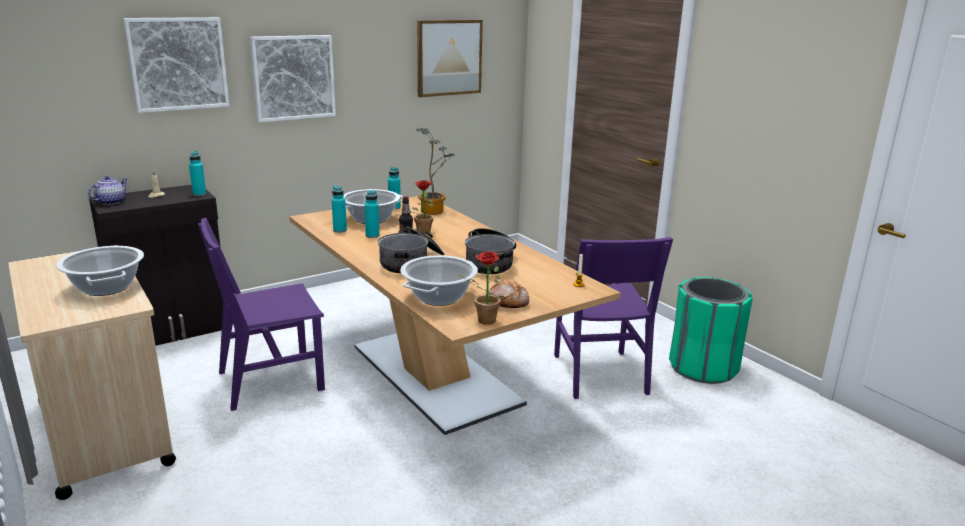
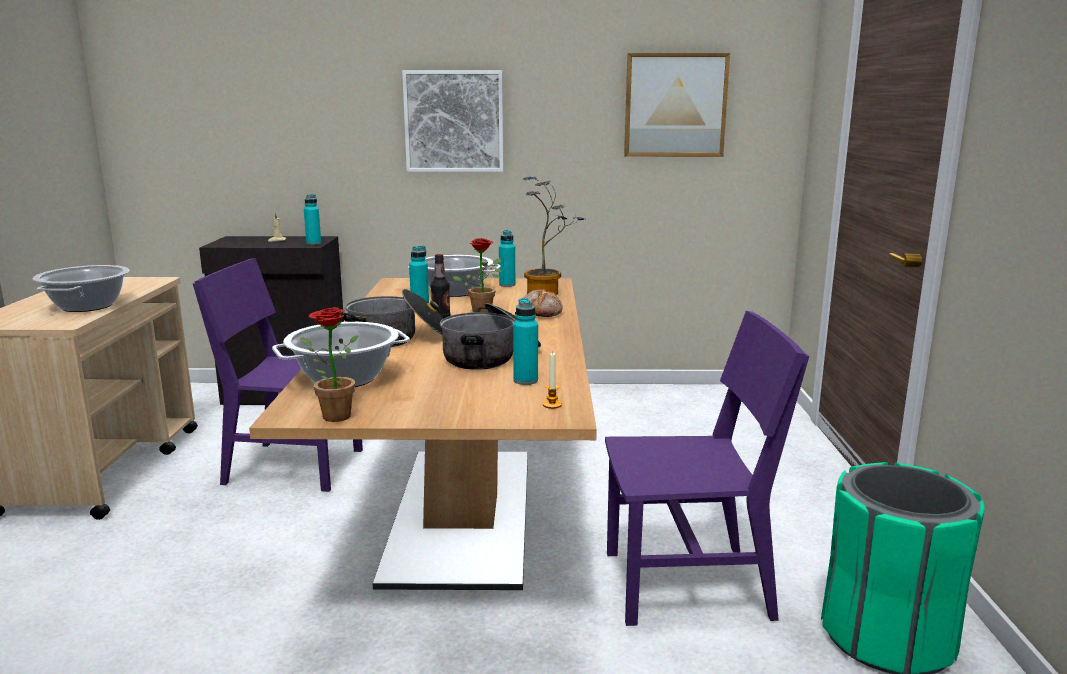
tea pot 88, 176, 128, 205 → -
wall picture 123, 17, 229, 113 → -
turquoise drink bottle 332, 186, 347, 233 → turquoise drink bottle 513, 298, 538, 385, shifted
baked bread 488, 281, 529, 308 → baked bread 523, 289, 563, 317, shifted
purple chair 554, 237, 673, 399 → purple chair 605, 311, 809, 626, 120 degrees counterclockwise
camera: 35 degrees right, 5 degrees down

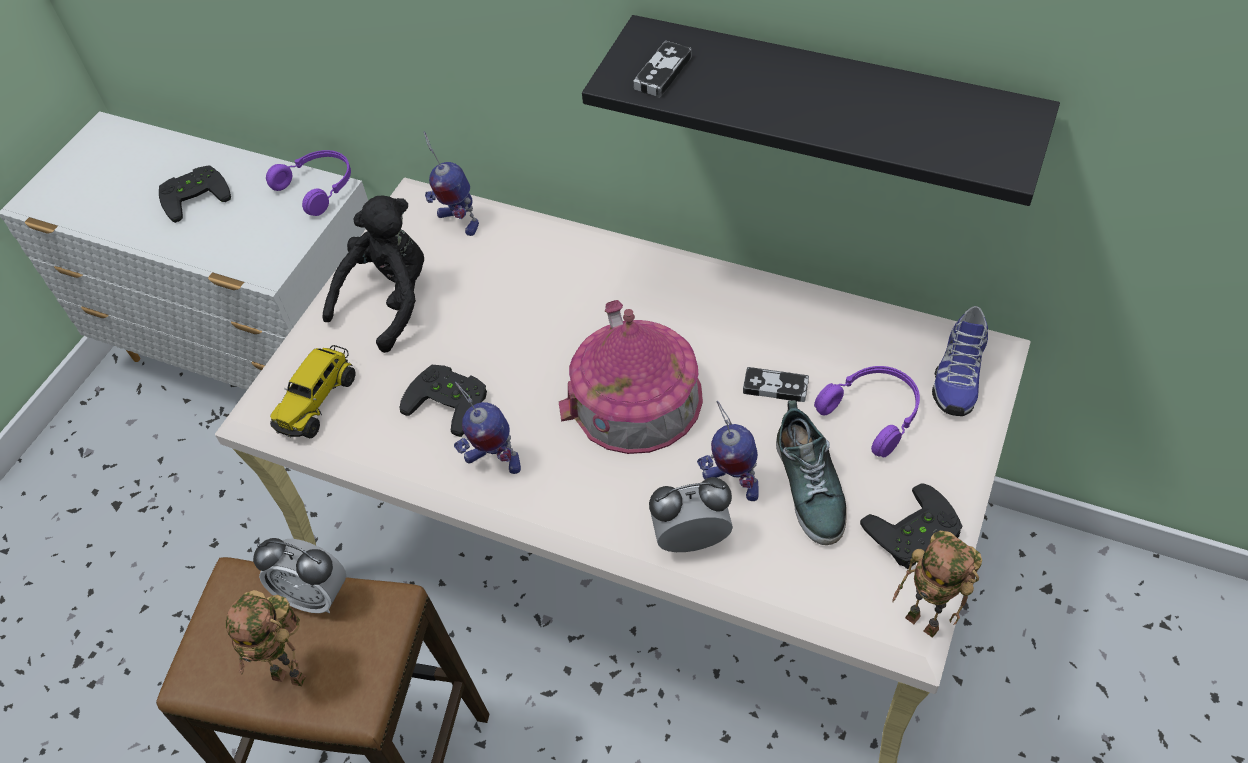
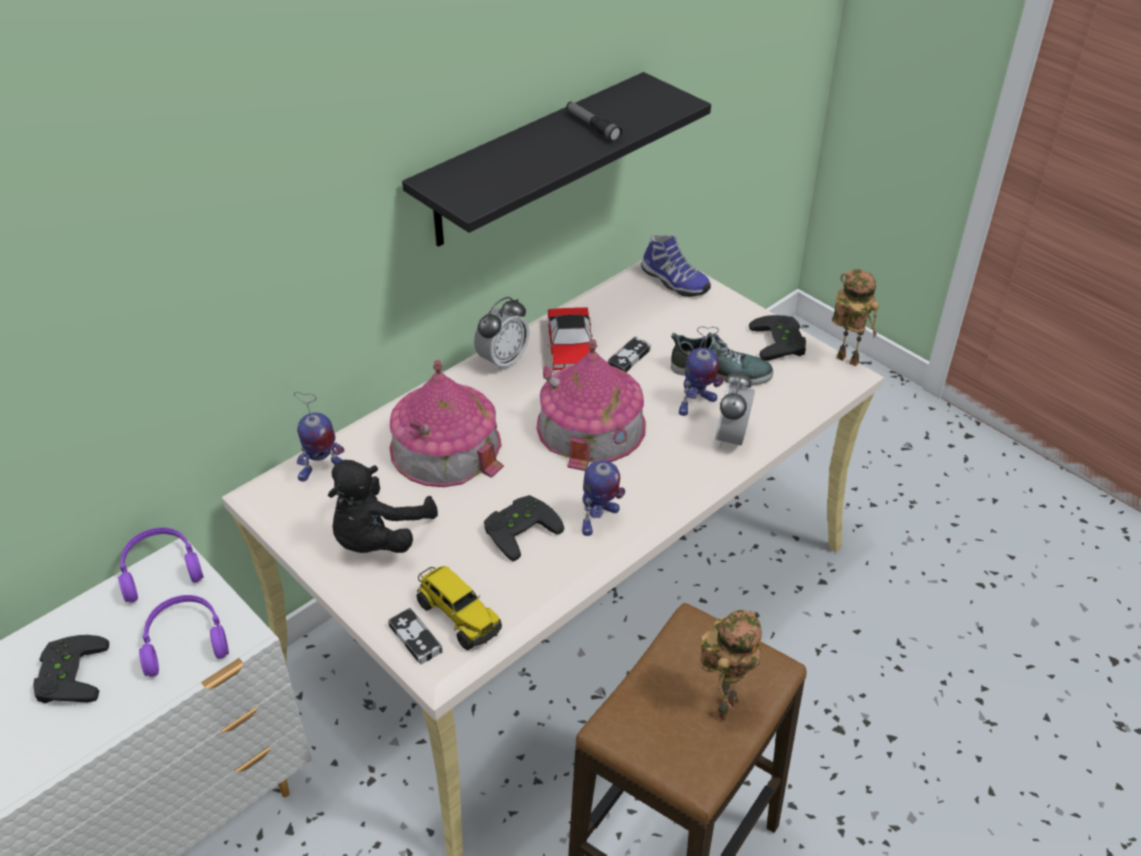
- → miniature house 389, 360, 504, 487
- → miniature car 548, 307, 597, 375
- → torch 566, 102, 622, 142
alarm clock 253, 538, 346, 613 → alarm clock 474, 297, 529, 372, shifted
gamepad 633, 41, 692, 98 → gamepad 388, 608, 443, 664, shifted
purple headphones 814, 366, 920, 458 → purple headphones 139, 595, 229, 677, shifted
blackish soft toy 323, 196, 424, 353 → blackish soft toy 328, 460, 438, 553, 120 degrees counterclockwise
model robot 892, 531, 982, 638 → model robot 832, 269, 879, 366, 120 degrees counterclockwise
camera: 70 degrees left, 10 degrees down

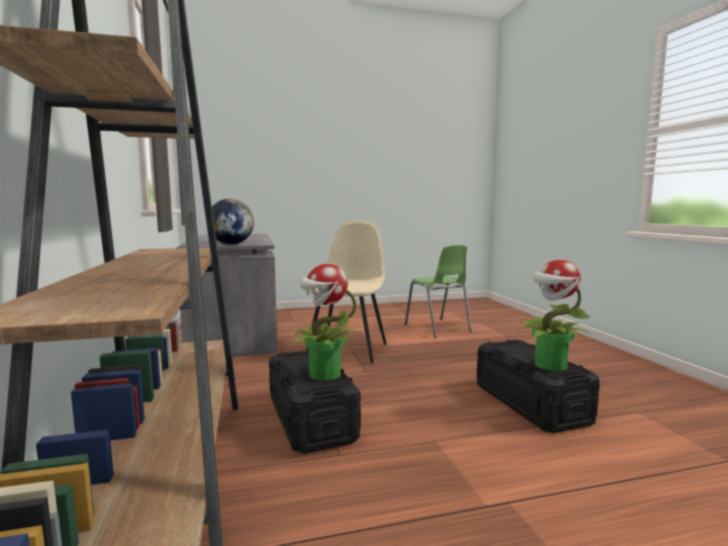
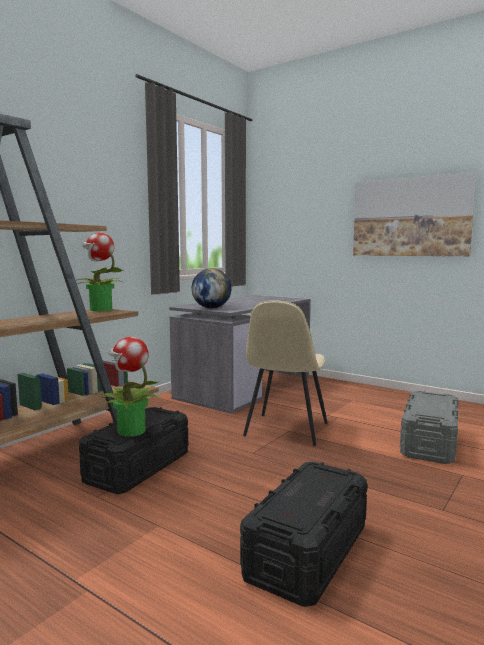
- → wall picture 353, 172, 476, 256
potted plant 516, 260, 591, 371 → potted plant 78, 233, 124, 311, shifted
greenish chair 405, 245, 472, 338 → grey storage bin 400, 391, 459, 464
beige-coloured chair 306, 221, 387, 363 → beige-coloured chair 243, 300, 328, 446, 135 degrees clockwise
camera: 50 degrees right, 0 degrees up

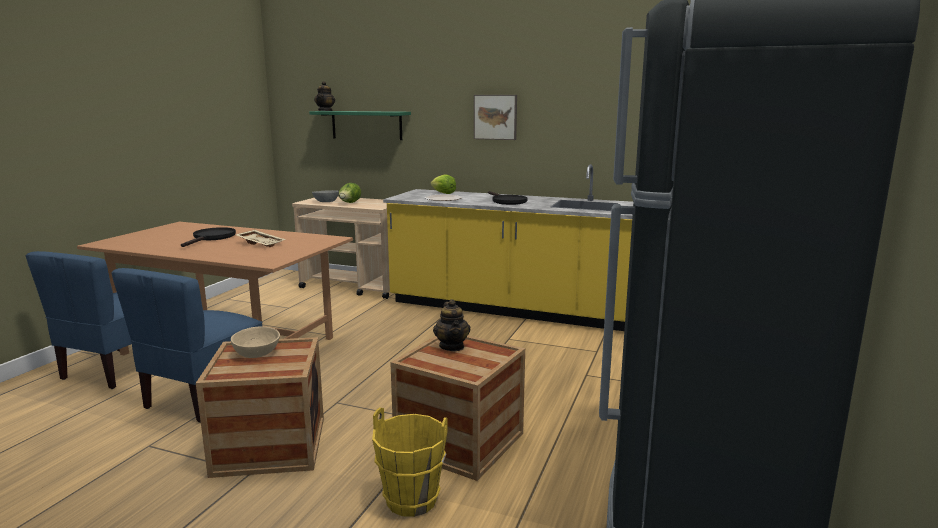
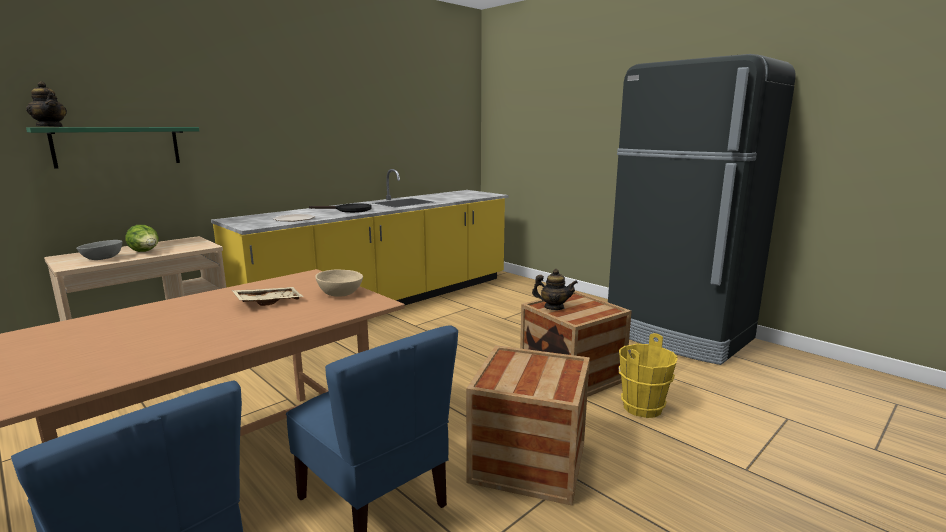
blackish frying pan 181, 227, 236, 247 → -
lettuce head 431, 174, 456, 194 → -
wall picture 474, 95, 517, 140 → -
beige-coloured bowl 231, 326, 280, 358 → beige-coloured bowl 315, 269, 363, 297, shifted
camera: 65 degrees left, 0 degrees up

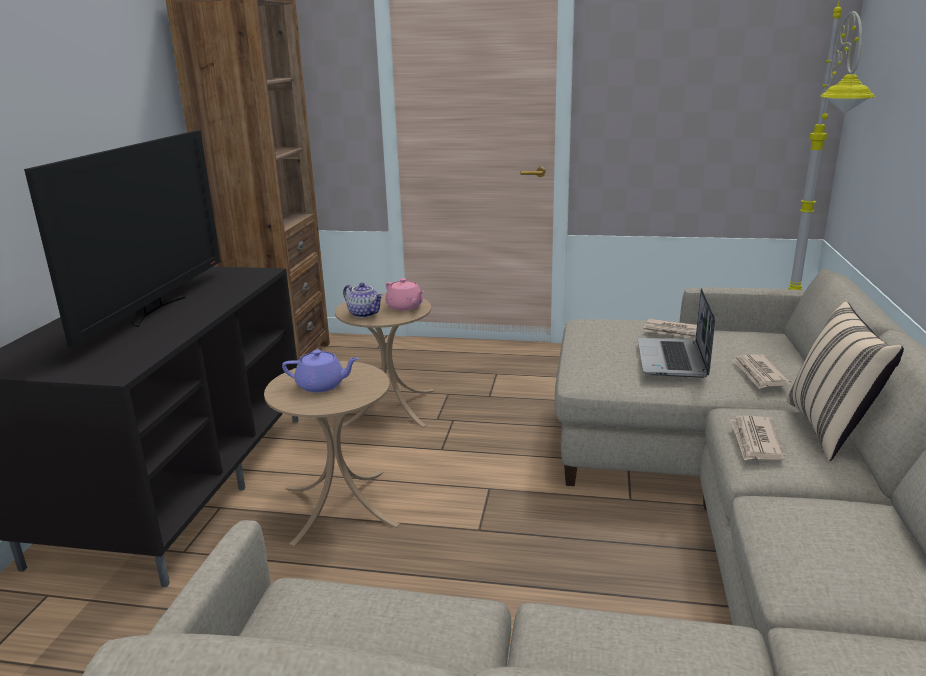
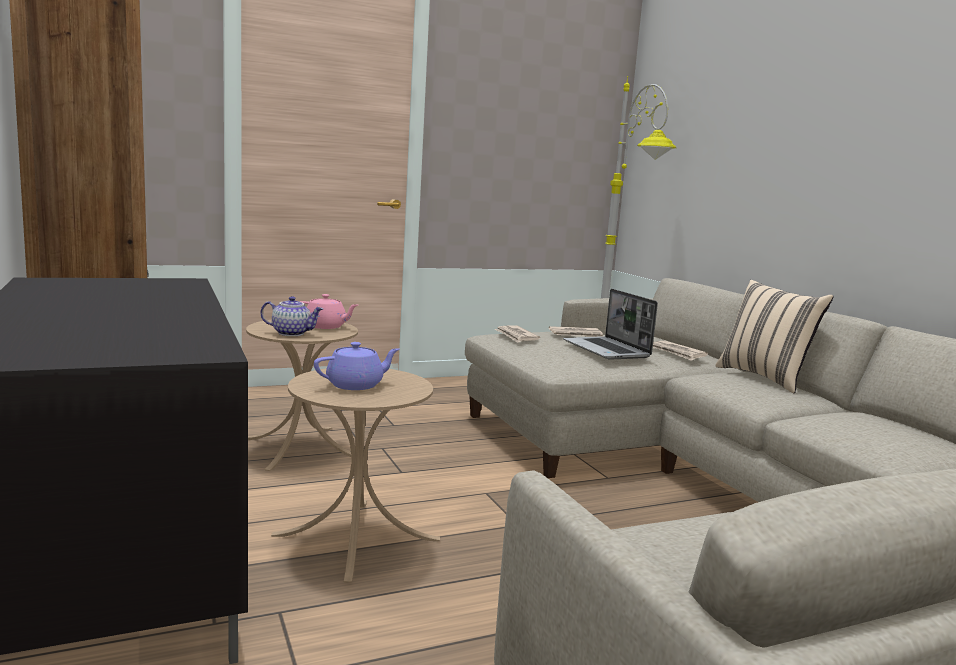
TV set 24, 130, 221, 348 → -
daily paper 730, 416, 786, 461 → daily paper 495, 325, 540, 343, shifted
camera: 35 degrees left, 10 degrees down

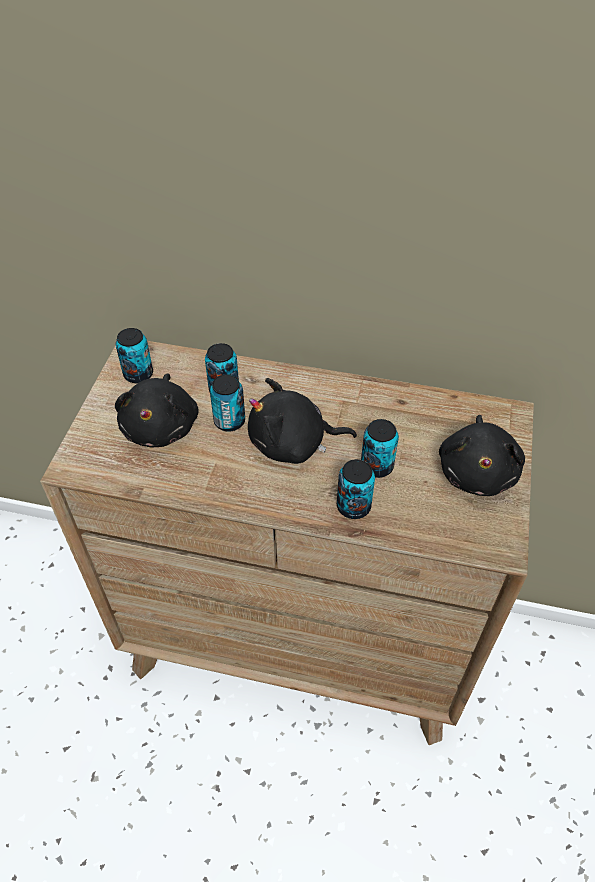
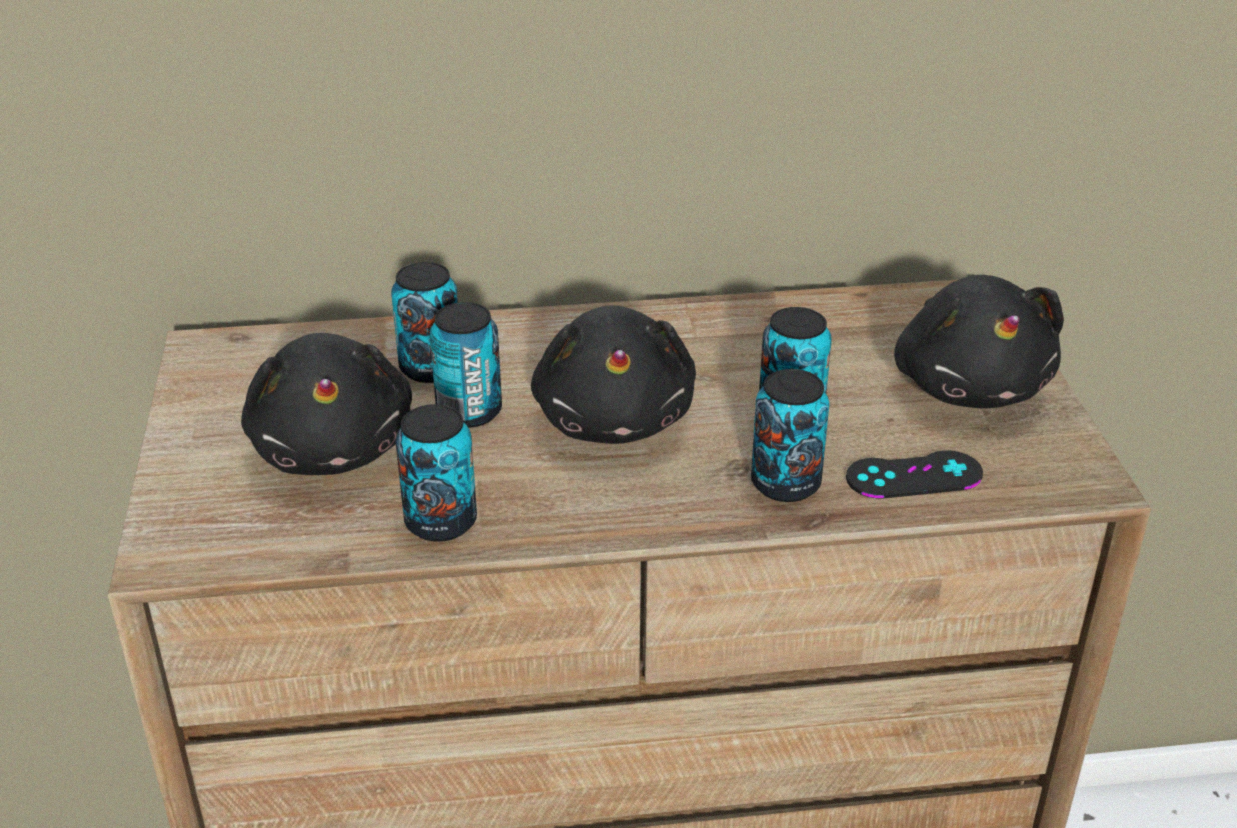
- → blackish gamepad 846, 450, 983, 499
can 115, 328, 153, 383 → can 395, 404, 477, 542, shifted
blackish soft toy 248, 378, 357, 464 → blackish soft toy 531, 305, 696, 444, 75 degrees counterclockwise
camera: 20 degrees left, 15 degrees down

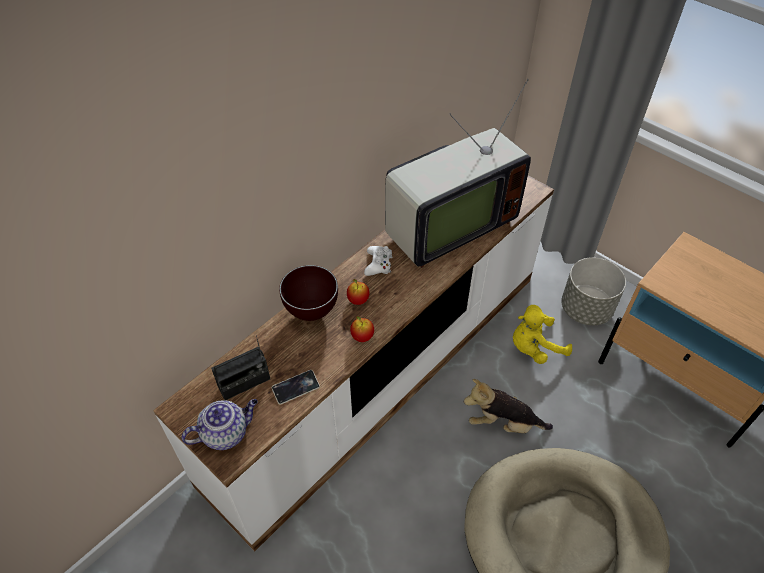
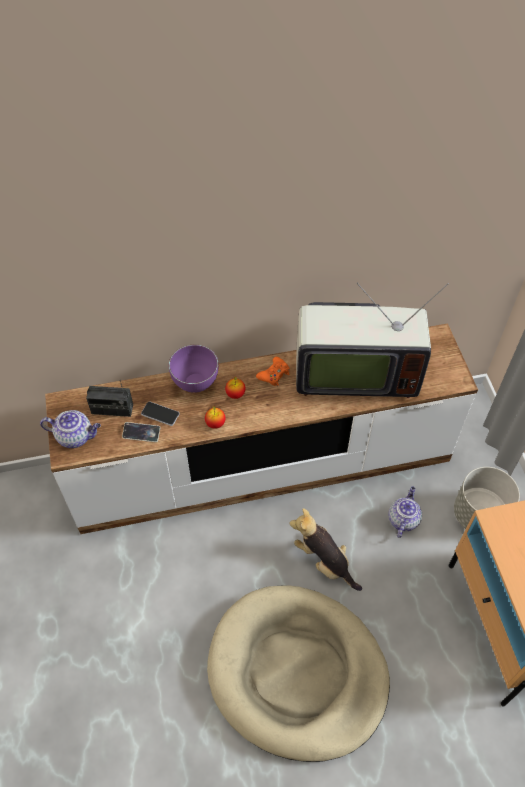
- → telephone 141, 401, 180, 426
yellowish soft toy 513, 305, 572, 364 → tea pot 389, 486, 422, 538
brown bowl 279, 265, 338, 321 → purple bowl 169, 345, 219, 393
whitish gamepad 364, 246, 393, 276 → orange-coloured gamepad 256, 357, 290, 386
camera: 35 degrees right, 5 degrees up

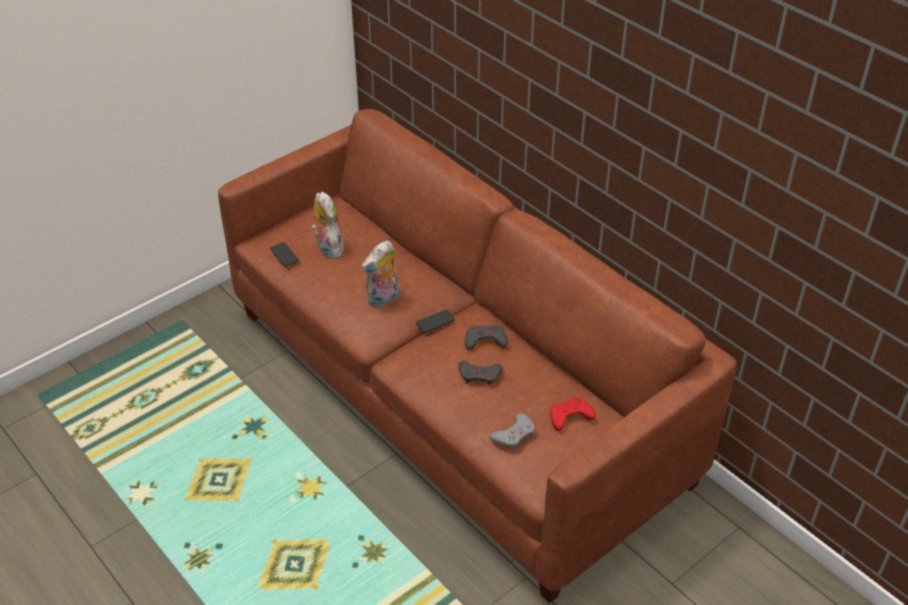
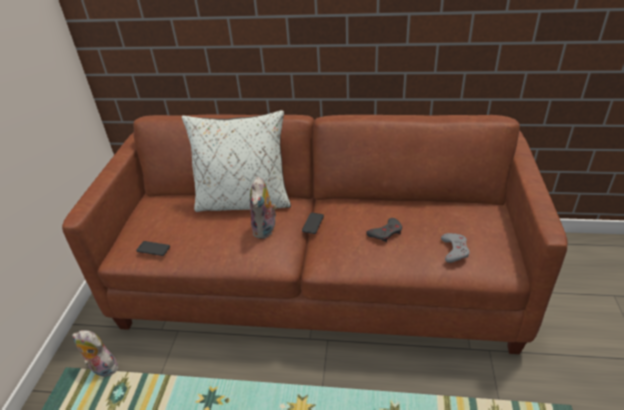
grey gamepad 465, 324, 508, 350 → -
red-coloured gamepad 550, 397, 596, 431 → -
- → whitish throw pillow 182, 110, 291, 212
soft toy 311, 192, 344, 258 → soft toy 72, 330, 118, 377, shifted
camera: 40 degrees left, 5 degrees down

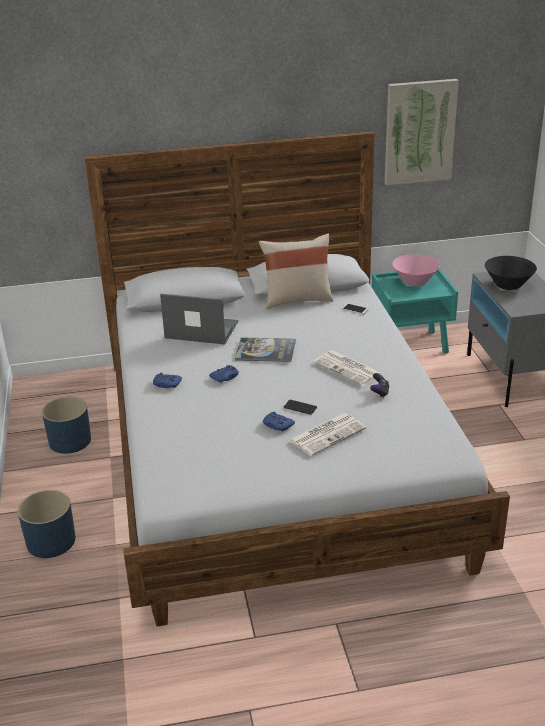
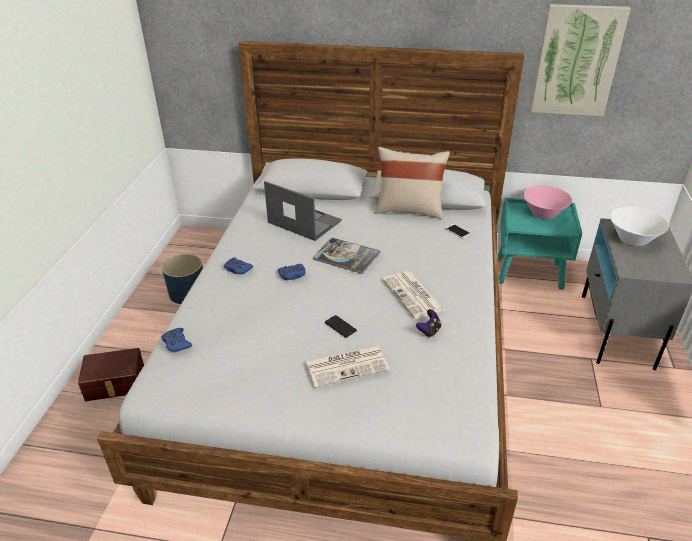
bluish gamepad 263, 412, 295, 431 → bluish gamepad 162, 328, 192, 352, shifted
bluish flower pot 18, 490, 75, 558 → brown storage bin 78, 348, 144, 401
blackish bowl 485, 256, 537, 290 → whitish bowl 610, 207, 669, 246
camera: 20 degrees right, 5 degrees up

